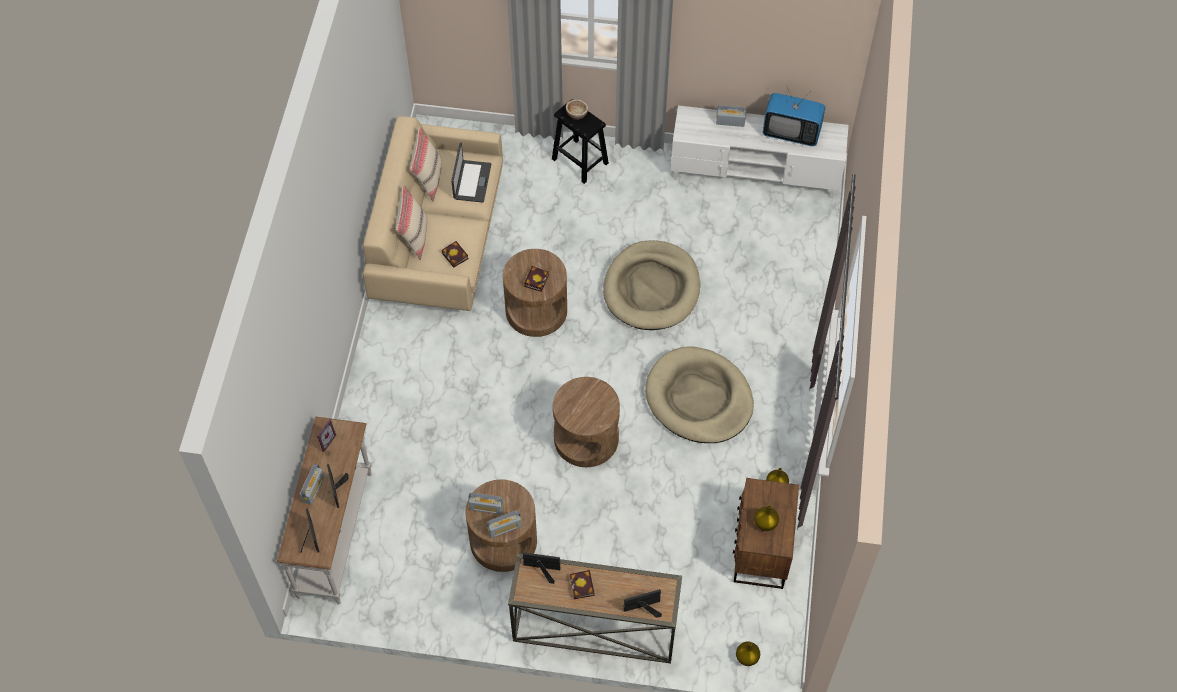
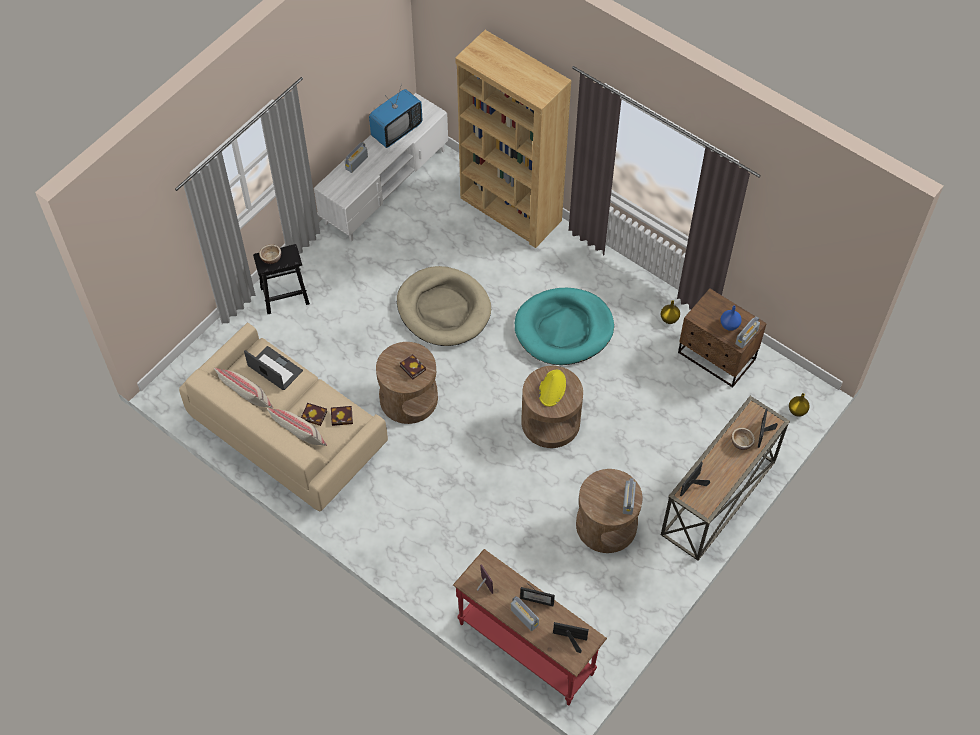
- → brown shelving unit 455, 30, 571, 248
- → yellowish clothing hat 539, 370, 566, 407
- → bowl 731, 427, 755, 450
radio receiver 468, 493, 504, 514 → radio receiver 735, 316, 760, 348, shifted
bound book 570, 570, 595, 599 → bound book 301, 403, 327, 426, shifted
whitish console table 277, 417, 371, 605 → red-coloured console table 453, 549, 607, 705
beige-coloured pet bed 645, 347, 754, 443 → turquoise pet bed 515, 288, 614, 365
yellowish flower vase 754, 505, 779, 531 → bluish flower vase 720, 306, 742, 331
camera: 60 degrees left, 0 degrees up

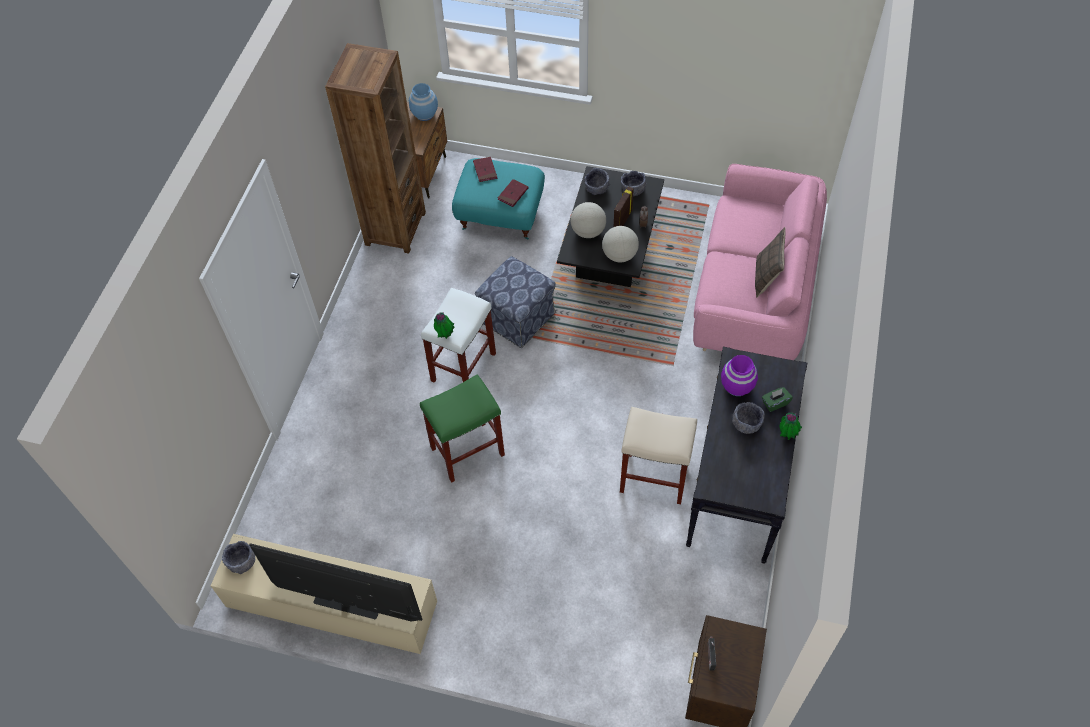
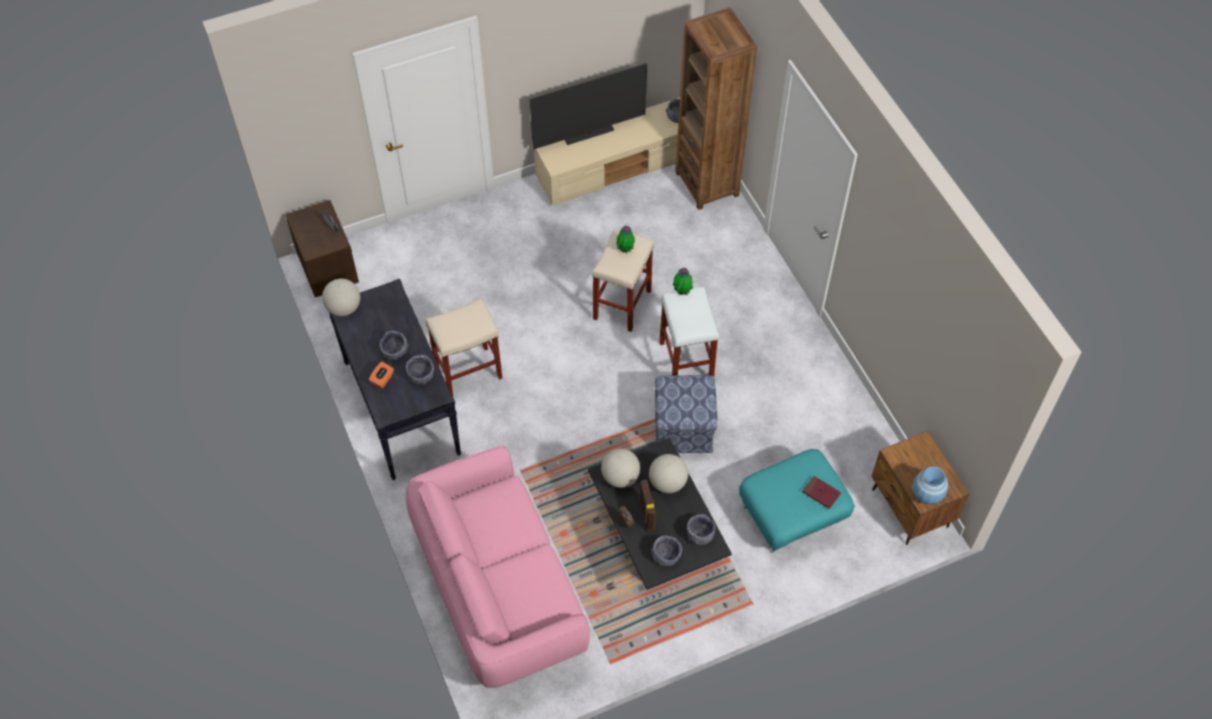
red-coloured bound book 498, 179, 529, 207 → -
throw pillow 755, 227, 786, 298 → -
- → globe 322, 279, 360, 316
brown shelving unit 325, 43, 426, 253 → brown shelving unit 675, 7, 757, 210, shifted
potted plant 779, 412, 802, 440 → potted plant 616, 226, 635, 253, shifted
purple flower vase 721, 355, 758, 396 → grey bowl 406, 355, 434, 384
greenish stool seat 420, 374, 505, 483 → beige-coloured stool seat 592, 229, 654, 332
greenish tissue holder 762, 387, 793, 412 → orange-coloured tissue holder 369, 361, 394, 389
camera: 140 degrees right, 0 degrees up

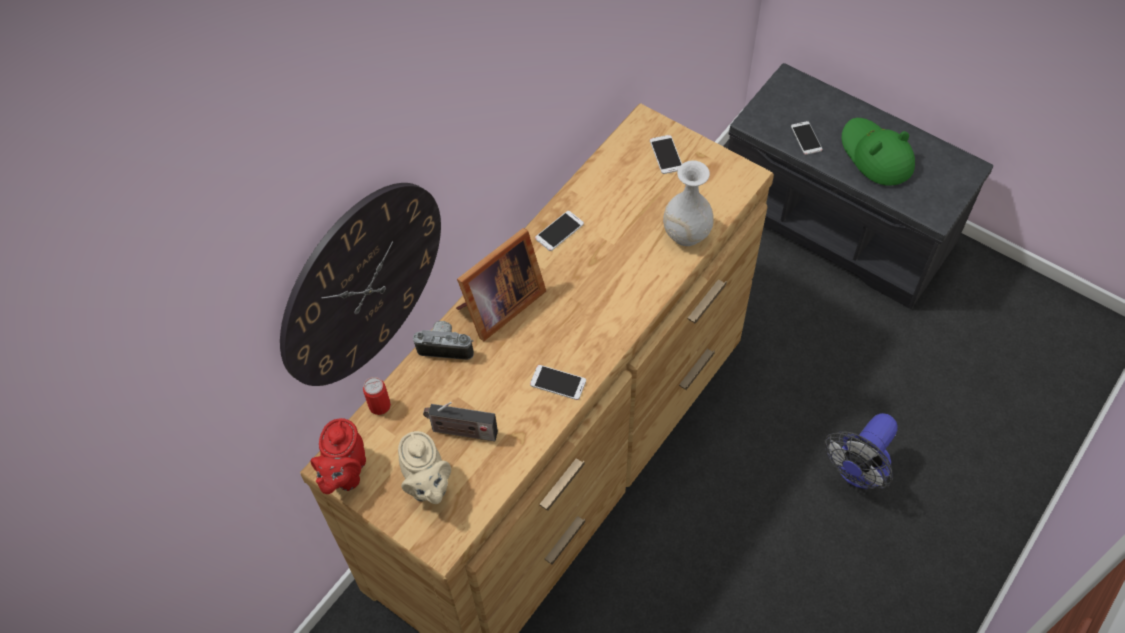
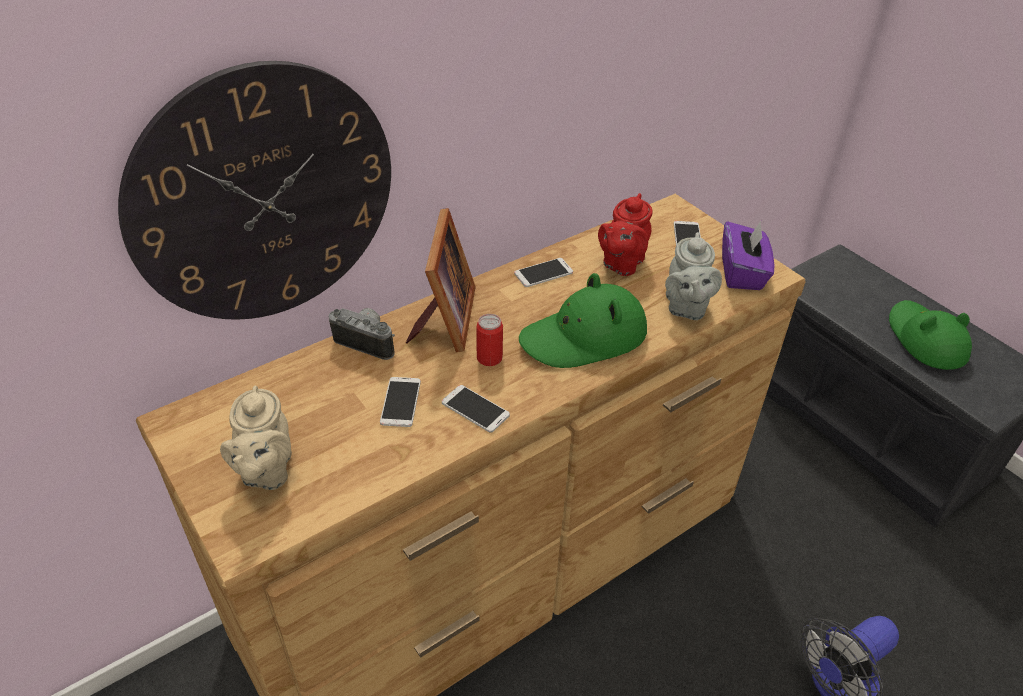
radio receiver 423, 402, 498, 441 → -
- → greenish clothing hat 519, 273, 647, 368
- → purple tissue holder 722, 221, 775, 290
red-coloured tea pot 310, 418, 366, 494 → red-coloured tea pot 598, 193, 653, 276, shifted
can 363, 377, 391, 415 → can 476, 314, 503, 366, shifted
telephone 791, 121, 822, 155 → telephone 380, 377, 421, 427, shifted
whitish flower vase 663, 161, 714, 246 → grey tea pot 665, 232, 722, 320
photo frame 456, 228, 546, 341 → photo frame 406, 208, 476, 352, 60 degrees counterclockwise
camera: 15 degrees right, 15 degrees down

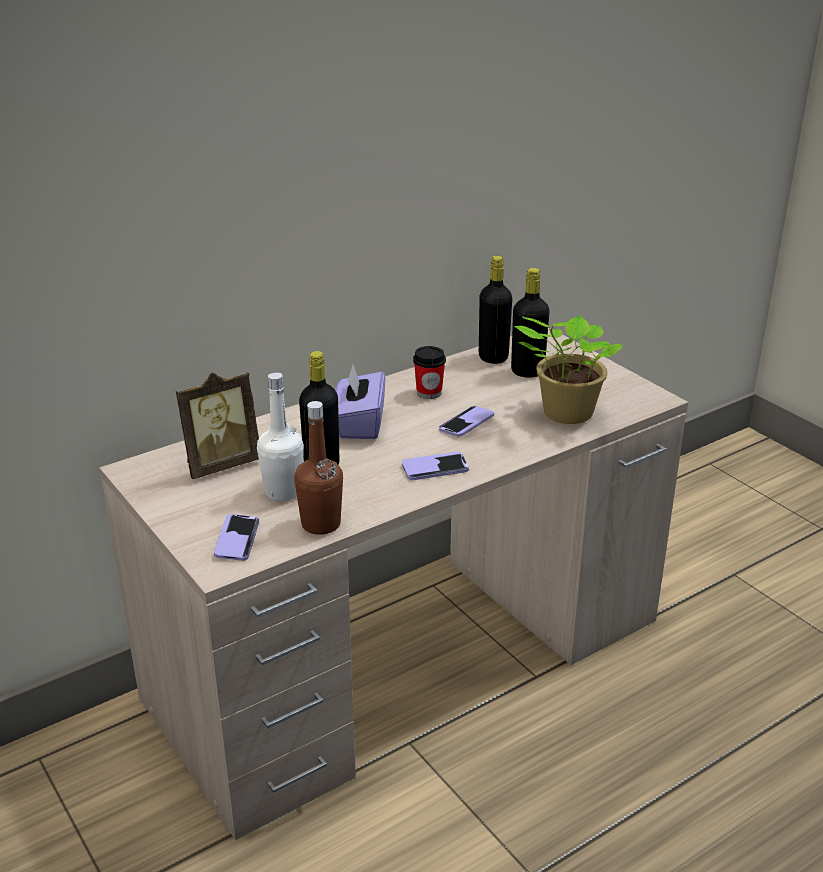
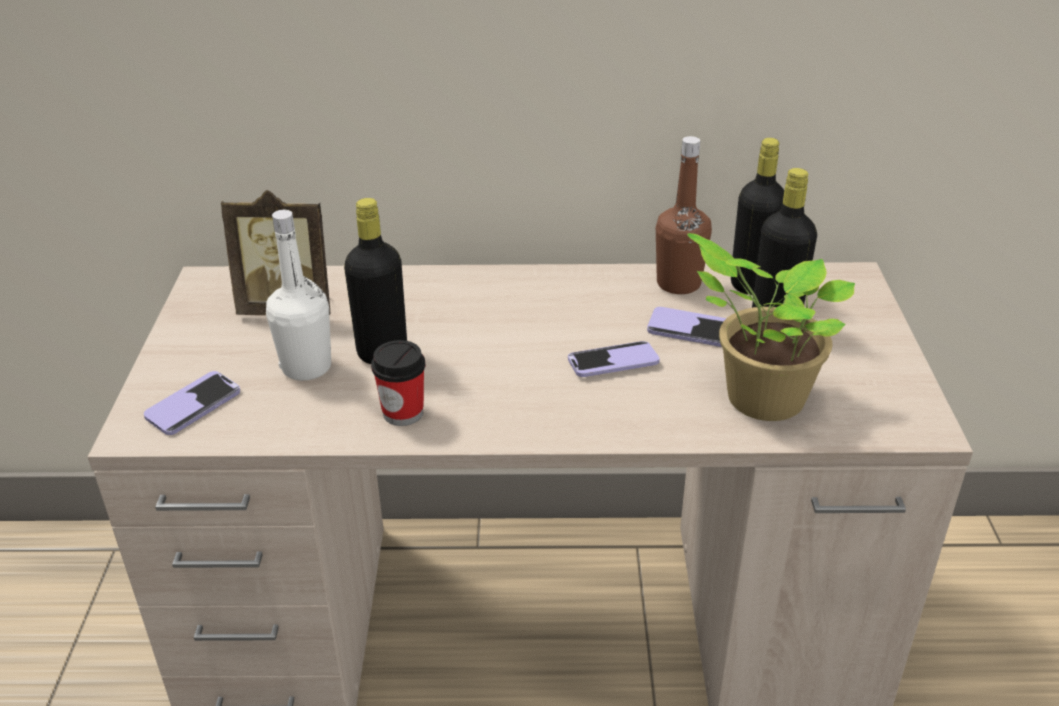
purple tissue holder 335, 365, 385, 439 → -
brown drink bottle 294, 401, 343, 535 → brown drink bottle 656, 136, 712, 294, shifted
telephone 402, 452, 469, 480 → telephone 647, 307, 727, 347, shifted
drinking cup 413, 346, 446, 399 → drinking cup 371, 340, 426, 426, shifted
camera: 35 degrees right, 5 degrees up

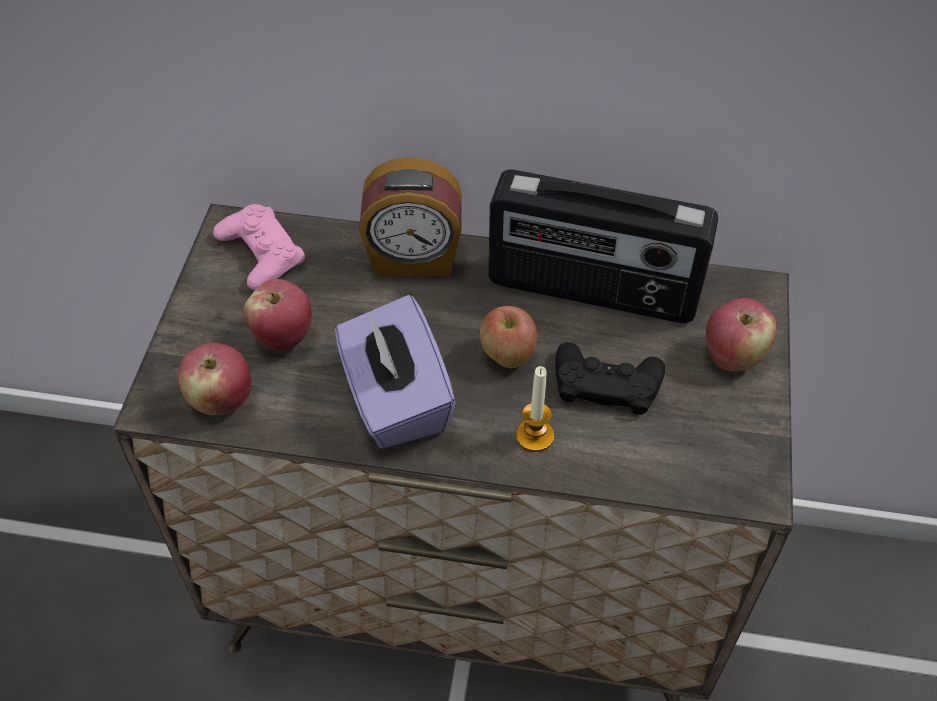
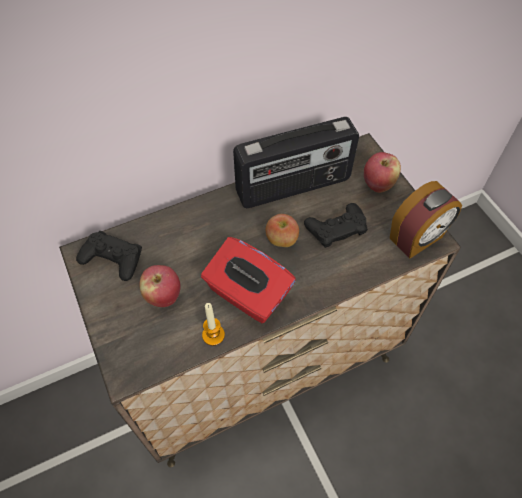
apple fruit 178, 343, 251, 415 → -
alarm clock 359, 157, 462, 276 → alarm clock 390, 181, 462, 259, shifted
candle 516, 366, 554, 452 → candle 202, 303, 225, 346, shifted
pink-coloured gamepad 213, 204, 305, 291 → blackish gamepad 76, 231, 142, 281
purple tissue holder 335, 295, 456, 449 → red-coloured tissue holder 201, 237, 296, 323
camera: 35 degrees left, 5 degrees up

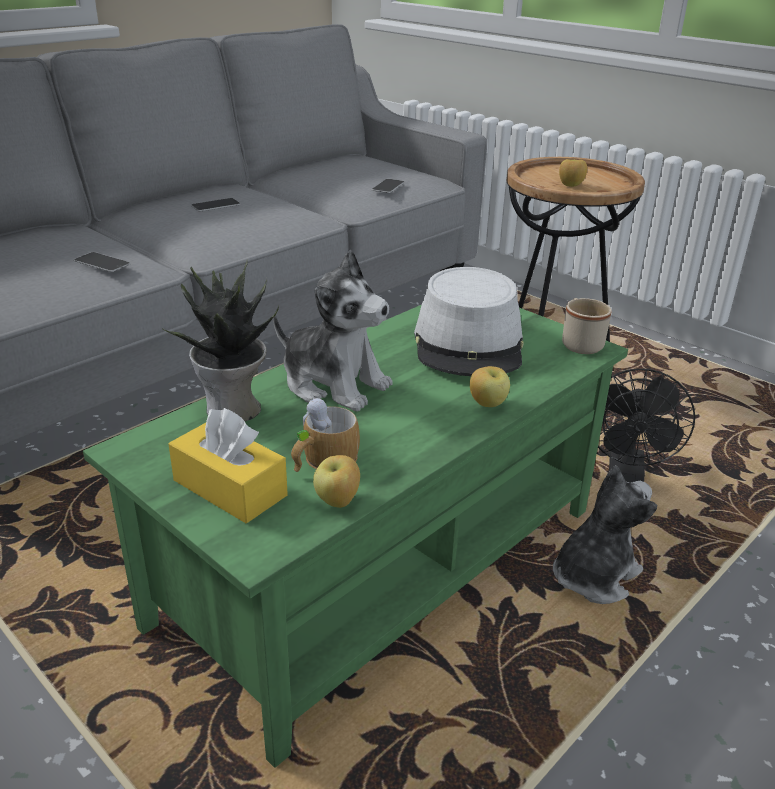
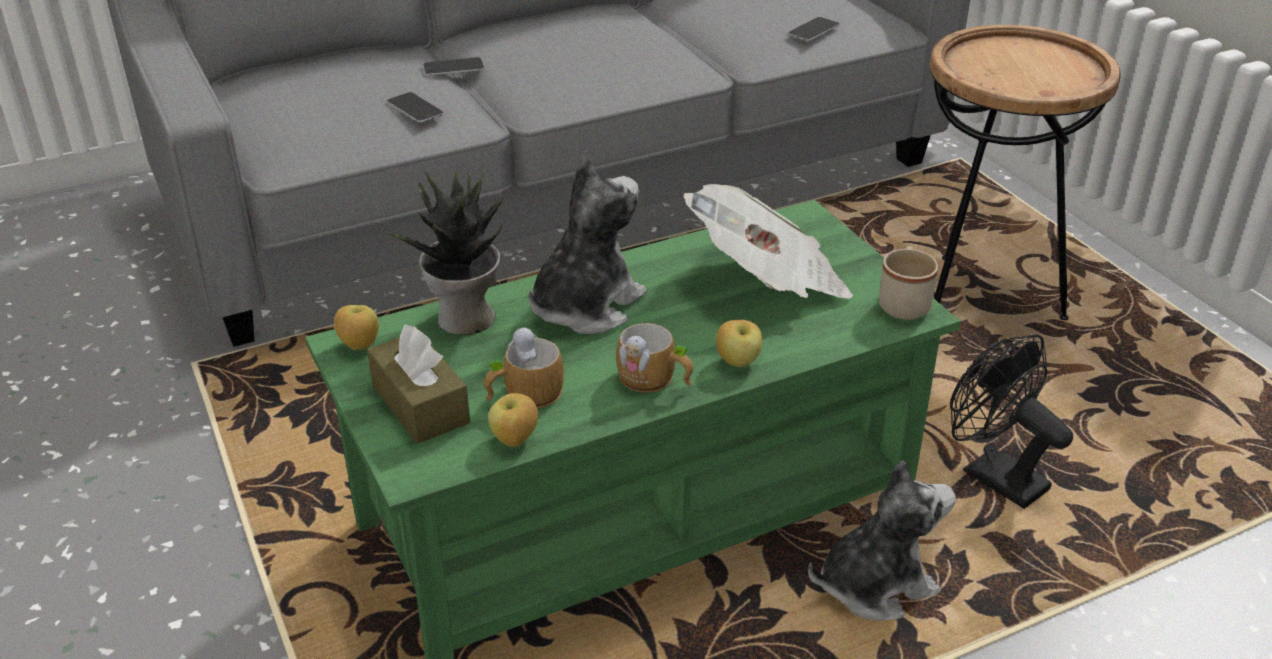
- → tea mug 616, 323, 694, 392
telephone 191, 198, 241, 212 → telephone 423, 57, 485, 76, shifted
apple fruit 559, 159, 587, 187 → apple fruit 334, 305, 379, 350, shifted
grey clothing hat 414, 267, 523, 376 → daily paper 684, 184, 853, 298
yellowish tissue holder 169, 408, 288, 524 → brown tissue holder 367, 324, 470, 444
soft toy 273, 250, 392, 411 → soft toy 529, 156, 646, 334, 105 degrees counterclockwise
blackish fan 598, 369, 695, 483 → blackish fan 950, 334, 1073, 509, 105 degrees clockwise
camera: 20 degrees right, 5 degrees up

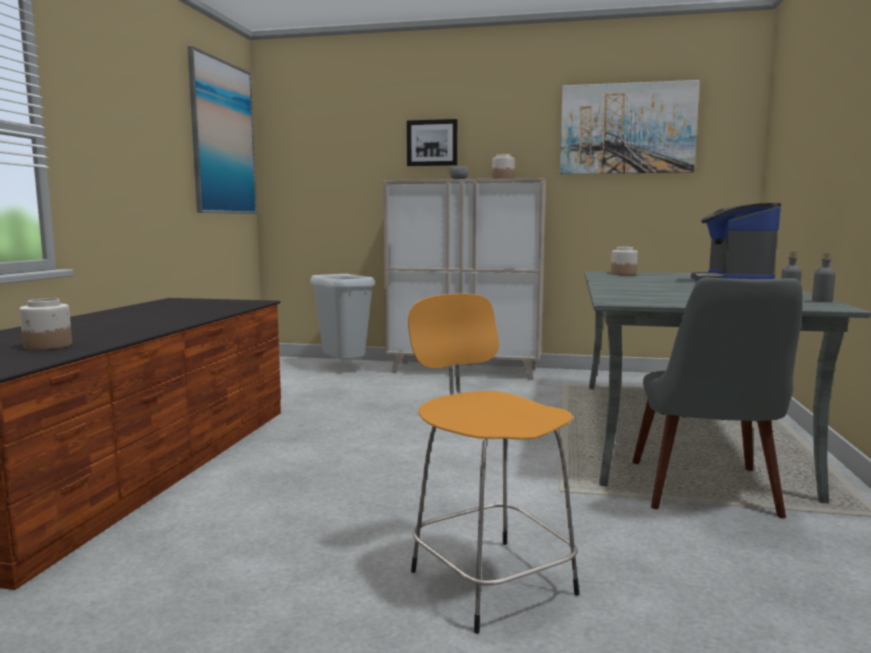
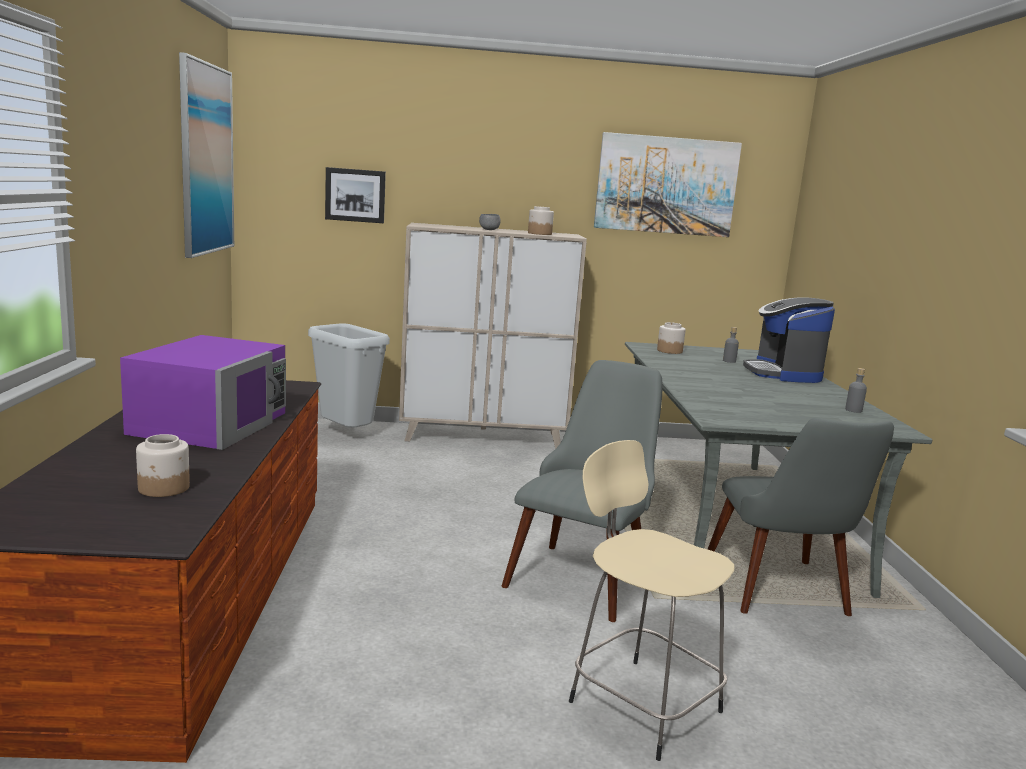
- → purple microwave oven 120, 335, 286, 450
- → grey chair 502, 360, 662, 622
wall picture 407, 119, 458, 166 → wall picture 325, 167, 386, 223, shifted
grey drink bottle 812, 252, 836, 302 → grey drink bottle 723, 327, 739, 363, shifted
orange-coloured stool seat 408, 293, 579, 634 → beige-coloured stool seat 569, 440, 734, 761
camera: 15 degrees left, 5 degrees up

